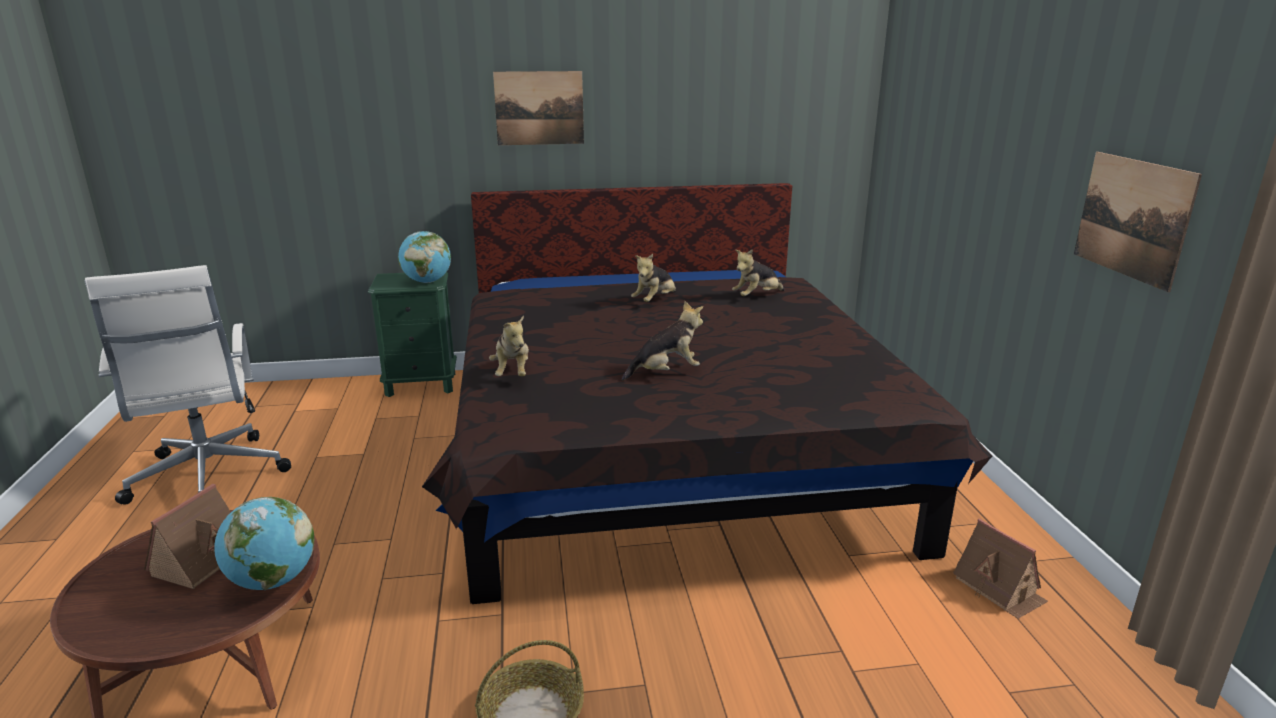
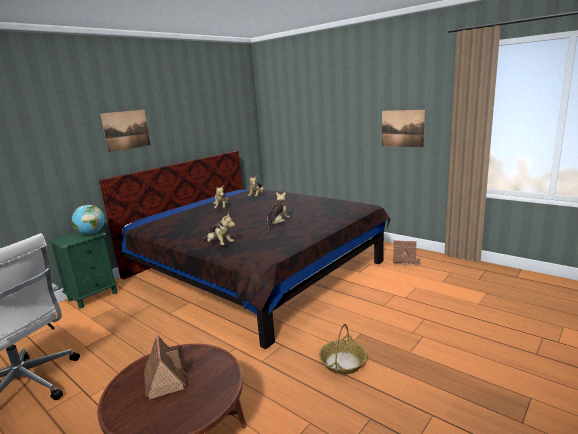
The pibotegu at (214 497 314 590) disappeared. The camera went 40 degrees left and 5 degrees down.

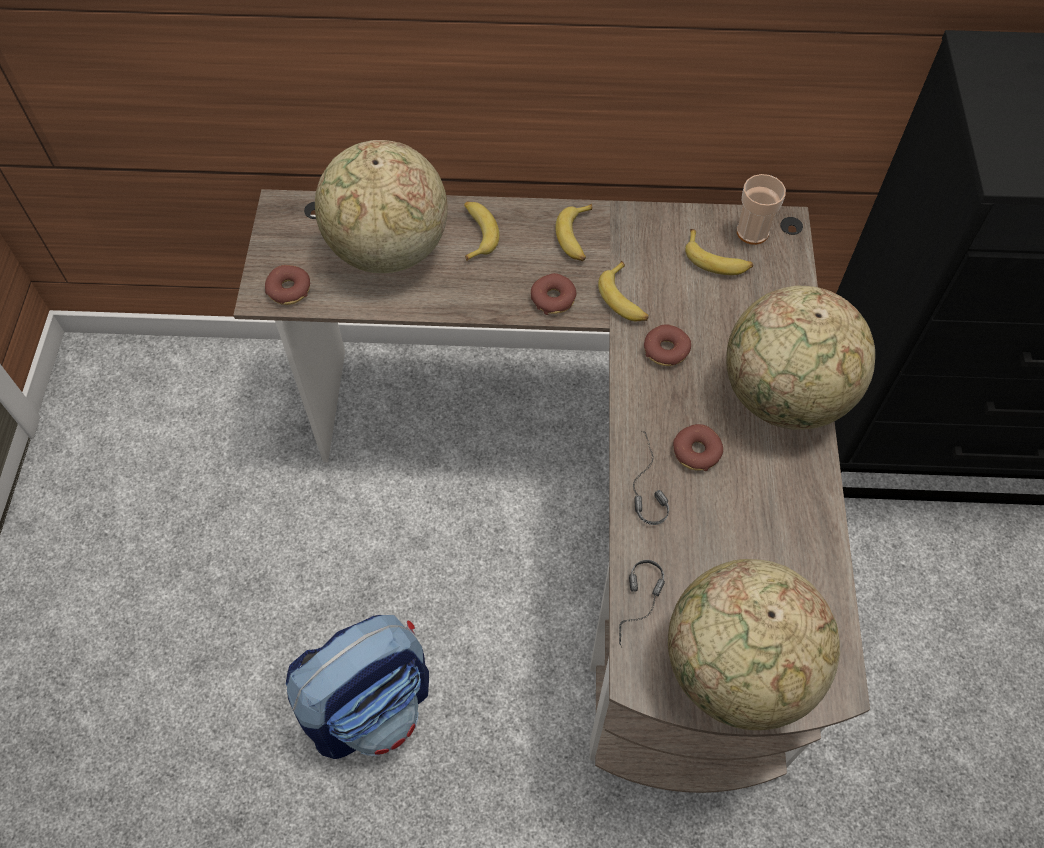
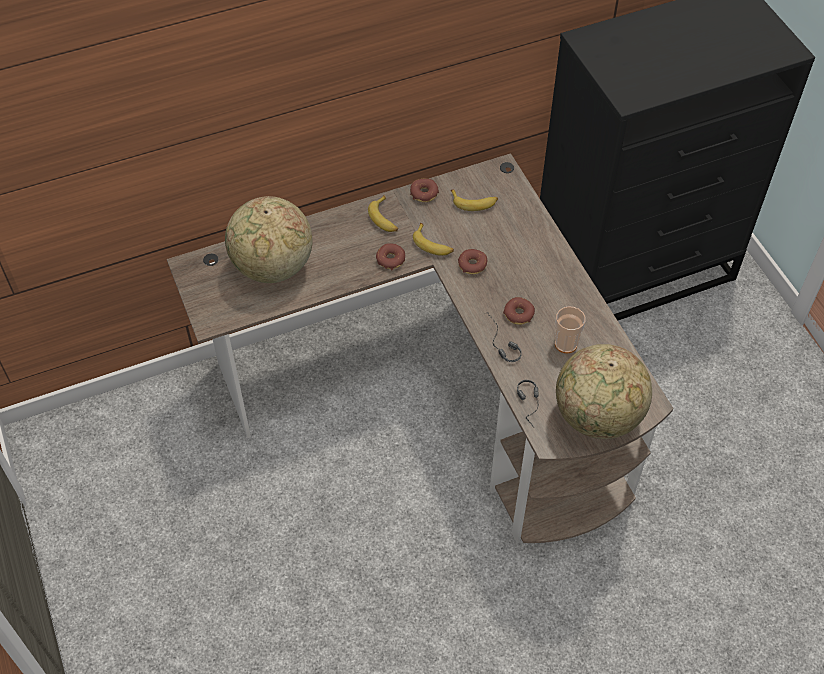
The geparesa at (286 615 429 759) disappeared. The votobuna at (464 201 500 261) disappeared. The pibotegu at (726 286 875 430) disappeared. The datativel moved from (265 265 310 305) to (410 179 439 202). The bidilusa moved from (737 174 786 245) to (555 306 585 353). The camera went 25 degrees left and 5 degrees down.

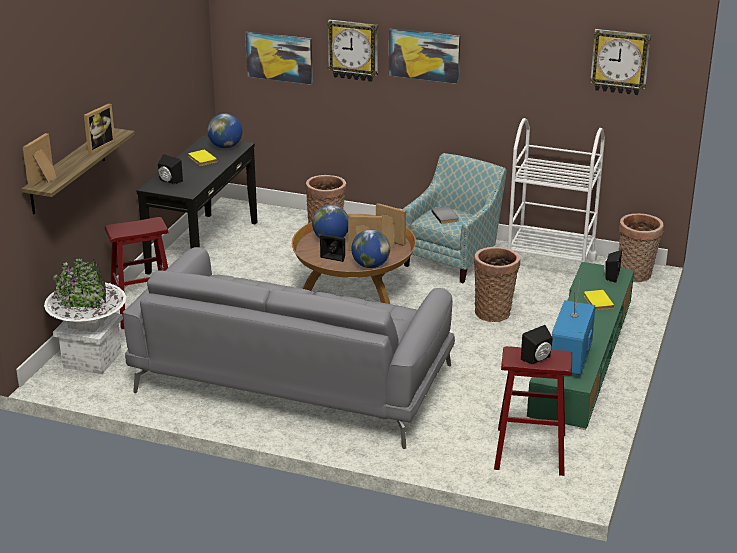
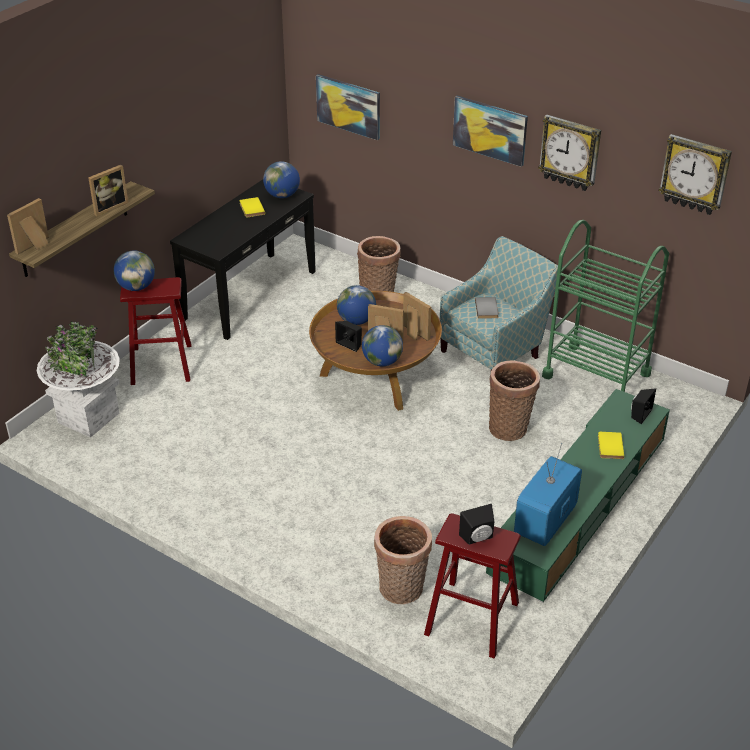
The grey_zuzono at (123 247 455 449) disappeared. The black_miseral at (158 154 183 184) disappeared. The pibotegu at (114 250 155 291) appeared. The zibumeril moved from (327 19 378 82) to (538 115 601 191). The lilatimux moved from (619 213 664 282) to (374 516 432 604). The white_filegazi at (508 118 605 262) became the green_filegazi at (542 220 669 392). The camera went 15 degrees right and 10 degrees up.

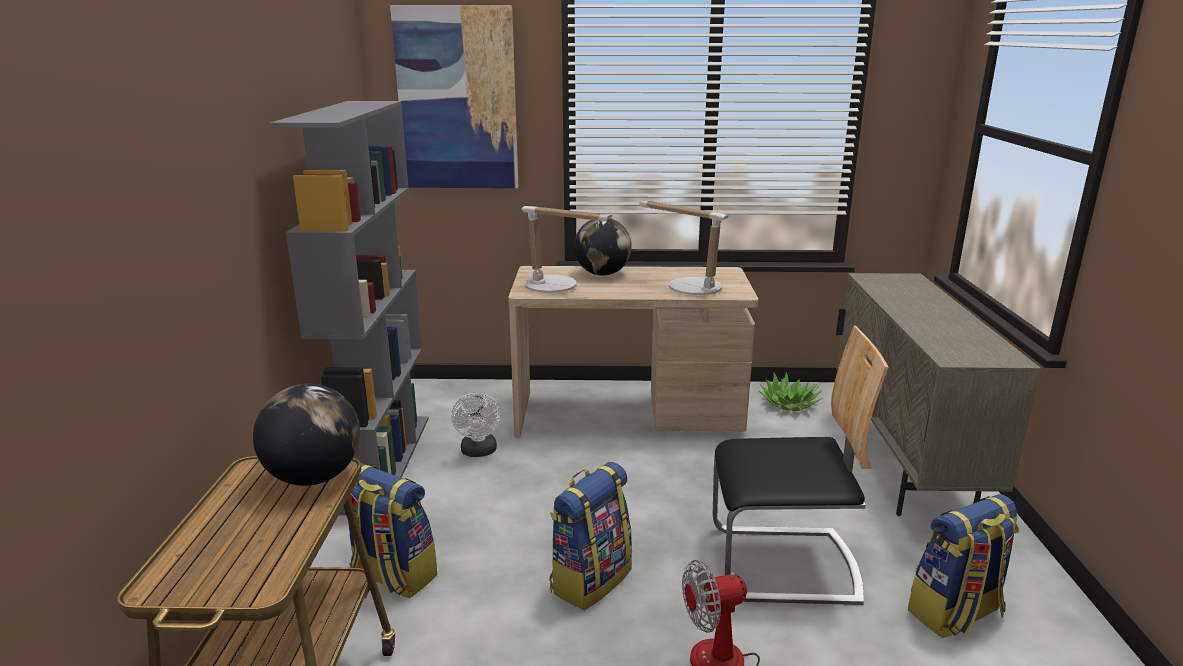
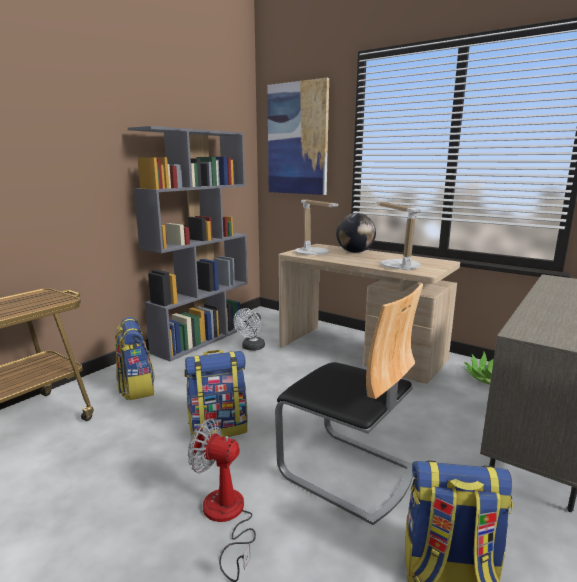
The pibotegu at (253 384 360 486) disappeared. The camera went 35 degrees right and 5 degrees down.

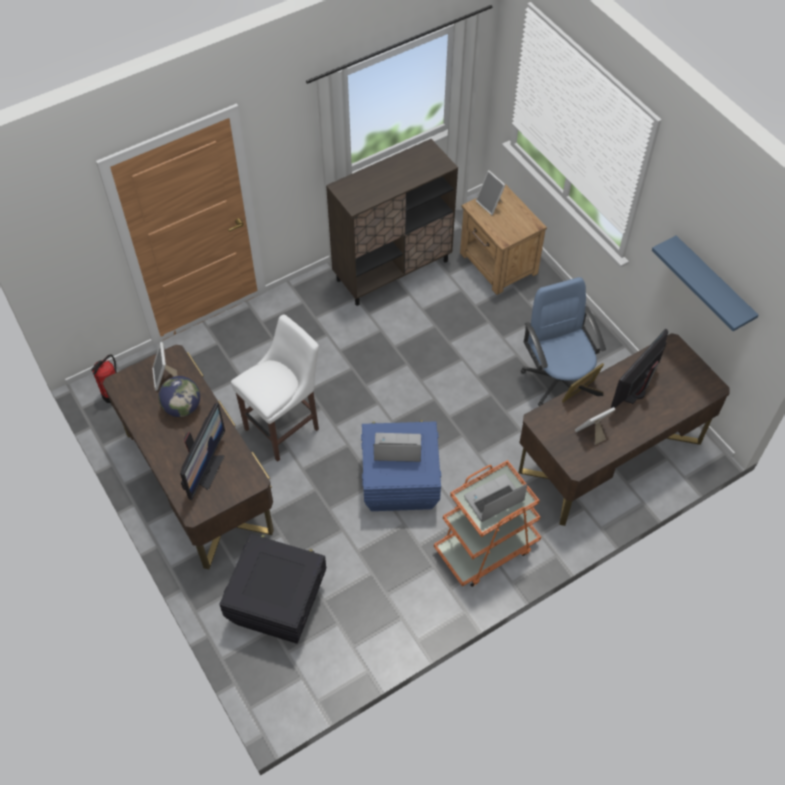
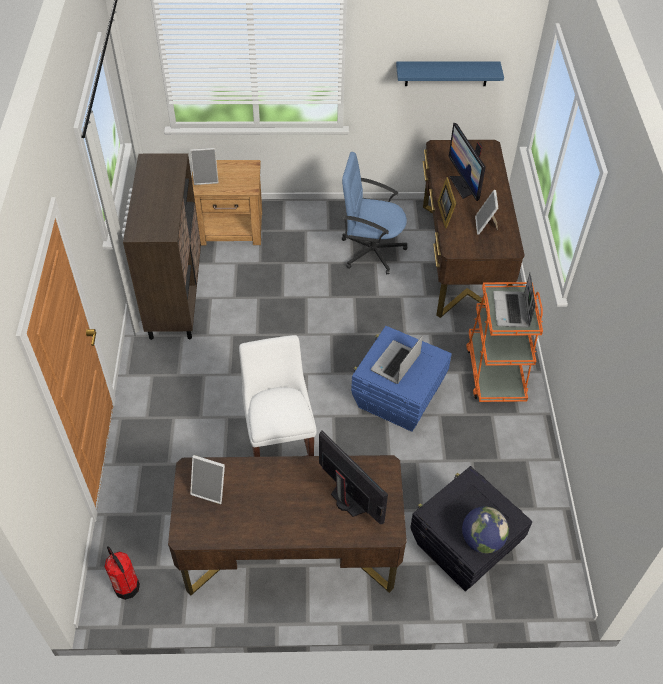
The pibotegu moved from (159 376 200 417) to (462 506 509 553). The camera went 60 degrees left and 5 degrees down.

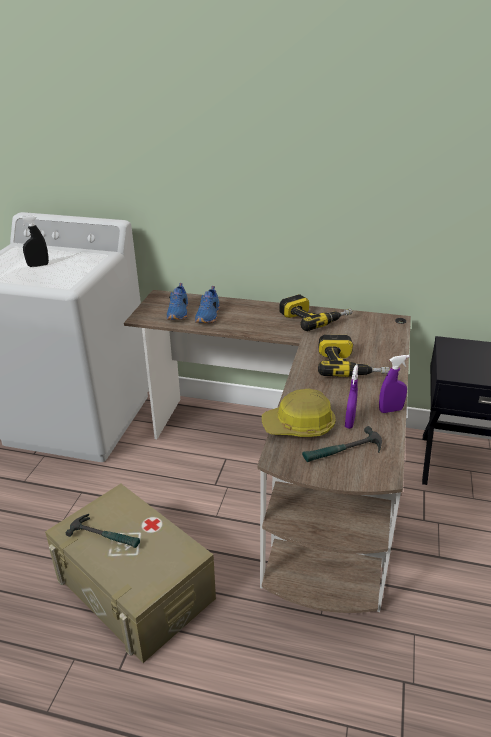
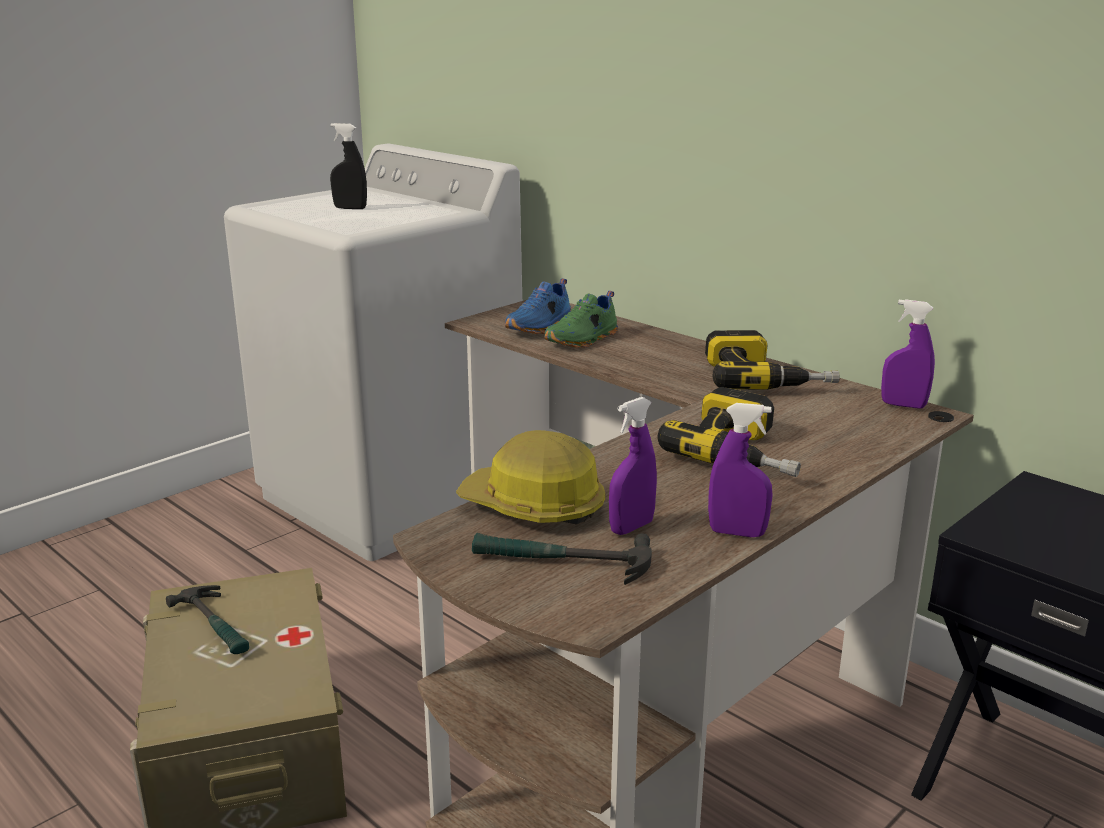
The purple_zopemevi at (881 299 935 409) appeared. The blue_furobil at (195 286 220 323) became the green_furobil at (545 291 618 348). The camera went 30 degrees right and 10 degrees down.

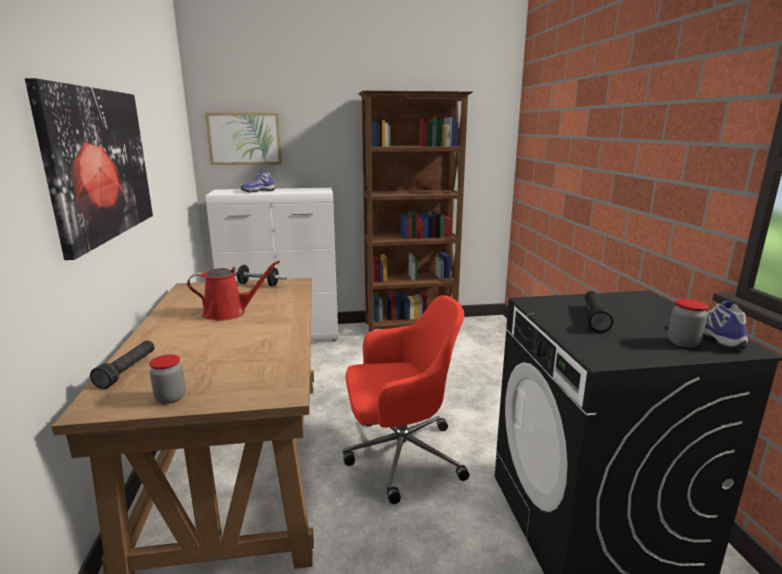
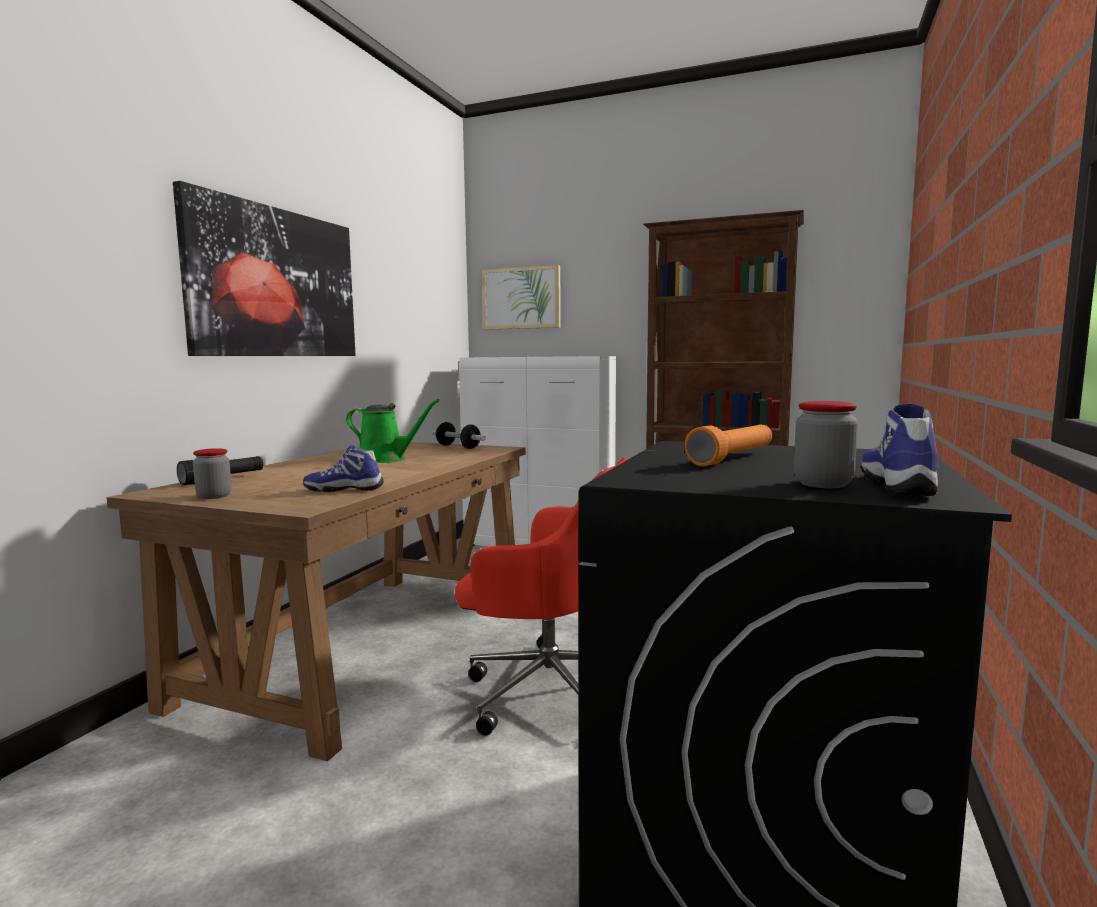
The furobil moved from (241 171 275 192) to (303 445 383 492). The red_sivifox at (187 260 280 321) became the green_sivifox at (346 399 440 463). The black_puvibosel at (585 291 614 332) became the orange_puvibosel at (684 425 772 467). The camera went 30 degrees right and 10 degrees down.

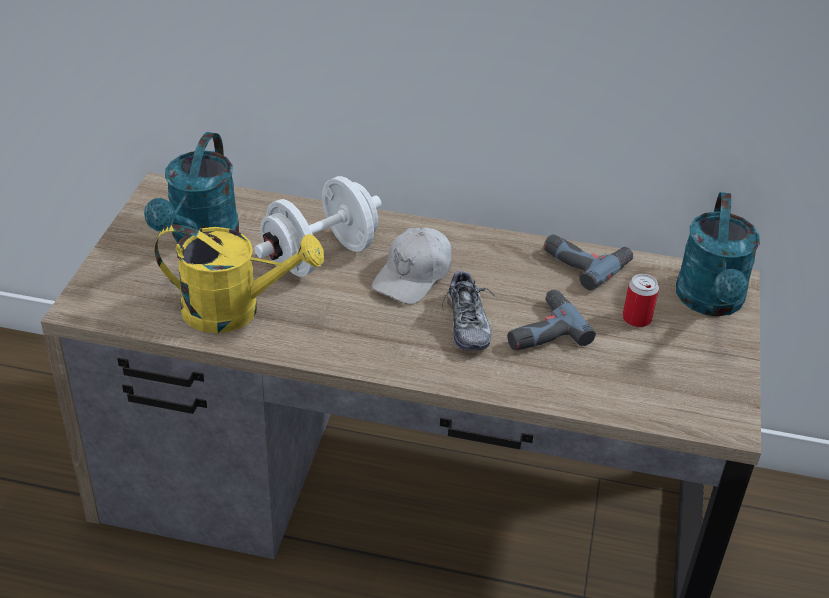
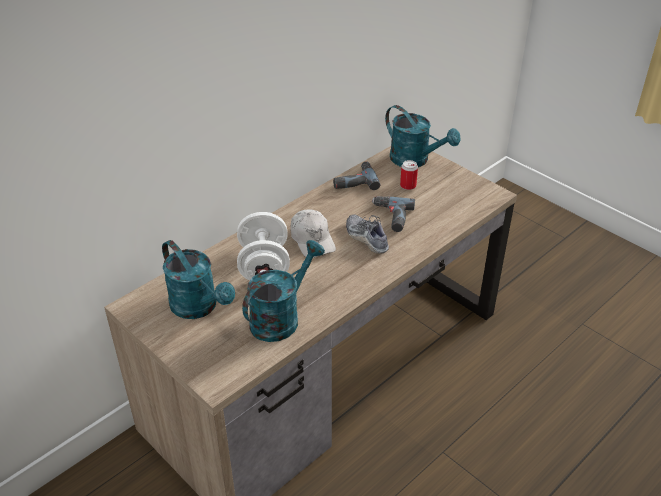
The yellow_sivifox at (154 225 324 333) became the turquoise_sivifox at (242 240 325 342). The furobil at (442 265 497 351) turned 150 degrees counterclockwise. The camera went 55 degrees left and 0 degrees up.

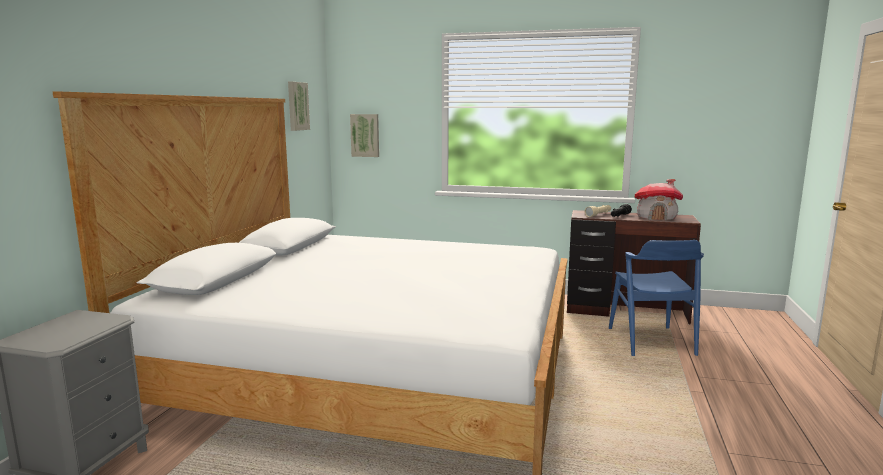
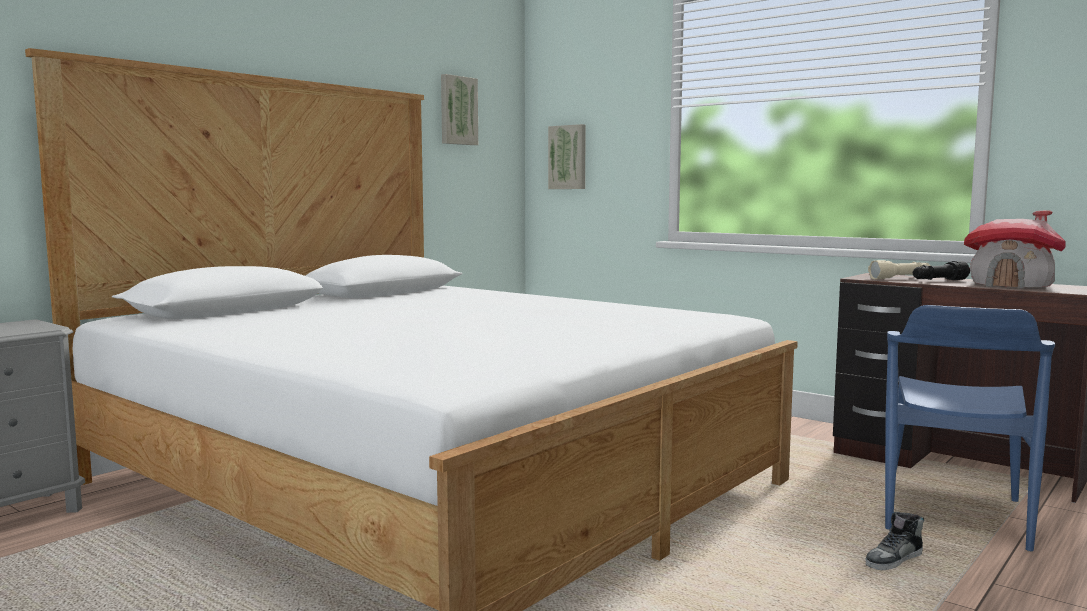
The furobil at (866 512 924 570) appeared. The camera went 25 degrees right and 5 degrees down.

